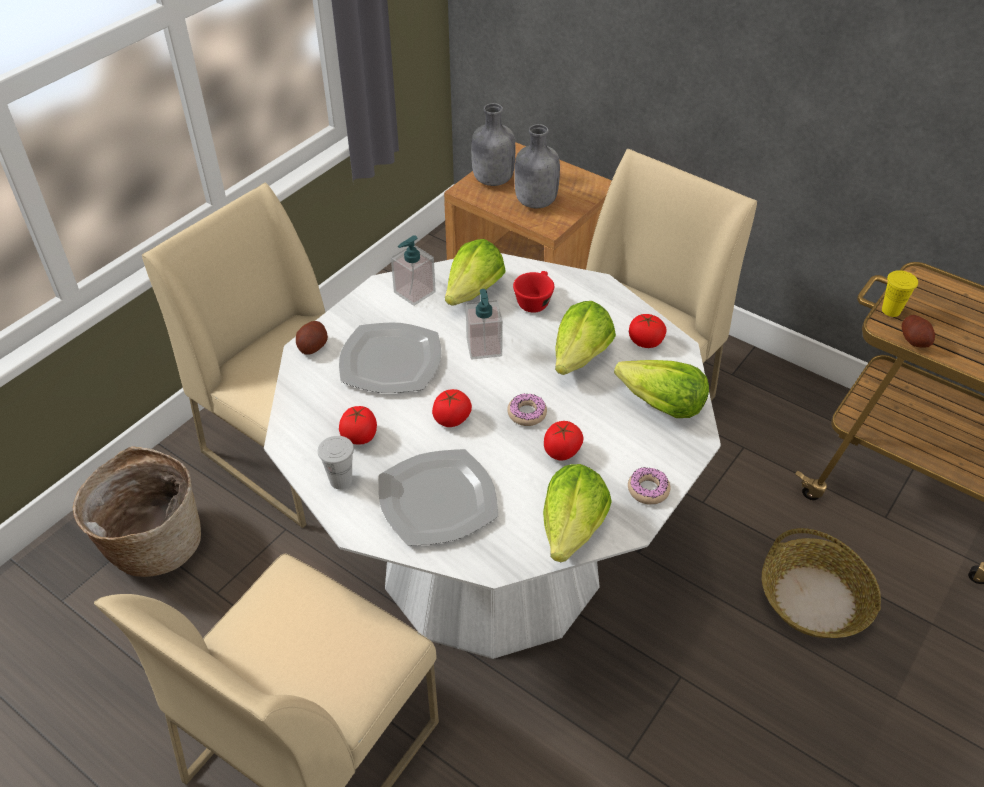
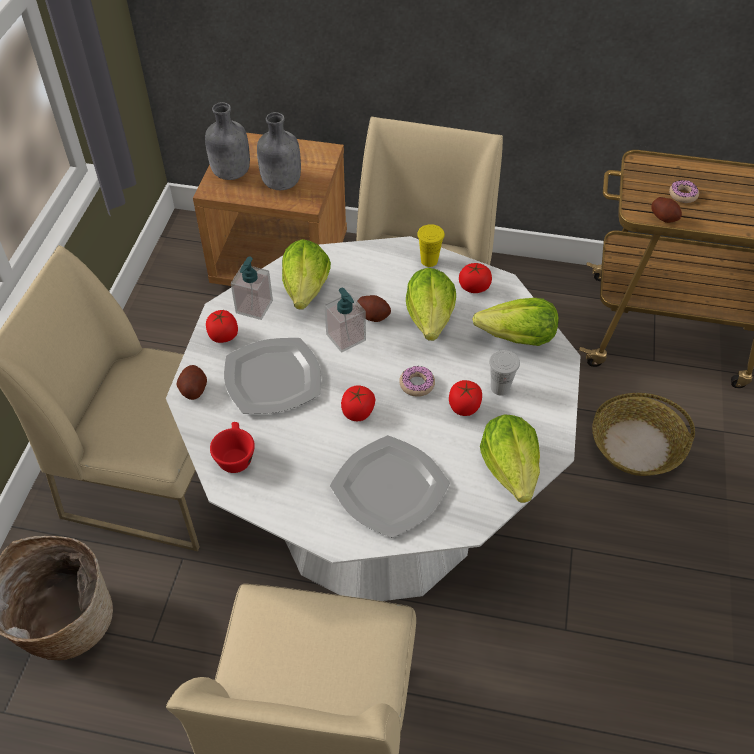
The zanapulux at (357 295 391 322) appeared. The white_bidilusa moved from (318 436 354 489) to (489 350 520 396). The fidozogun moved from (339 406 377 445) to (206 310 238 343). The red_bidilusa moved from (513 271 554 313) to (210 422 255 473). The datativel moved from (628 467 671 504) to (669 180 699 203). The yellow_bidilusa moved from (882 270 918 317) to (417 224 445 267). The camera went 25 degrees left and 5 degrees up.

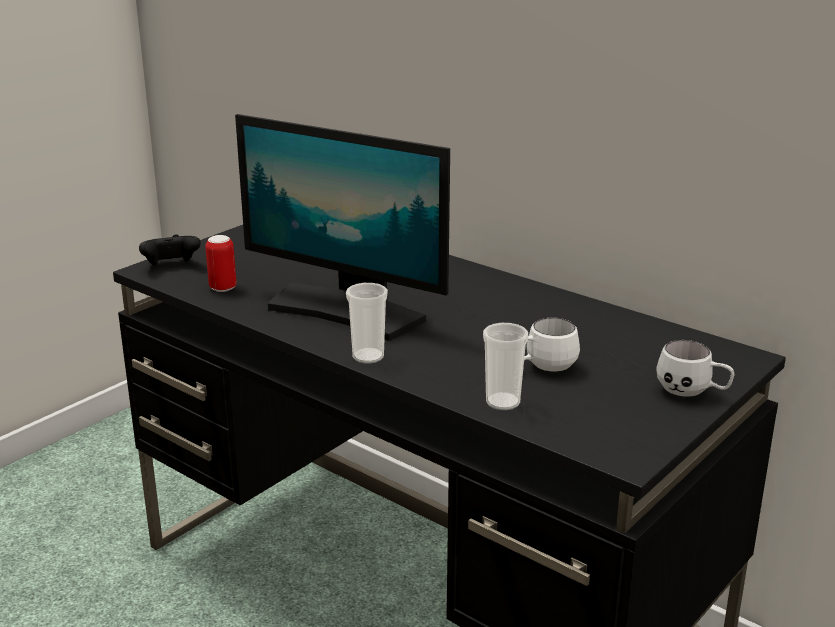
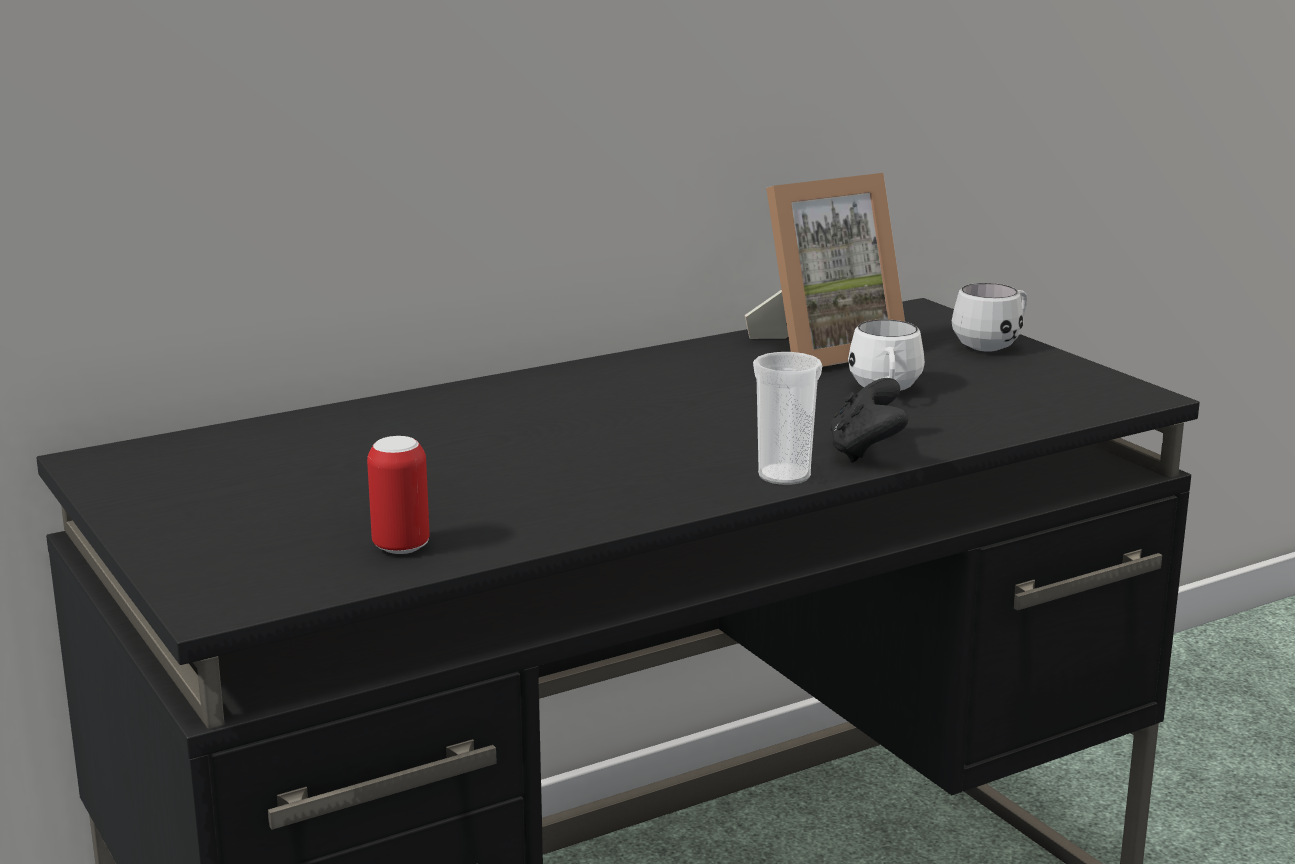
The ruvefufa at (235 114 450 341) disappeared. The bidilusa at (483 323 528 410) disappeared. The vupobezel at (745 173 905 367) appeared. The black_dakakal moved from (139 235 201 265) to (830 378 909 463). The camera went 70 degrees left and 5 degrees down.

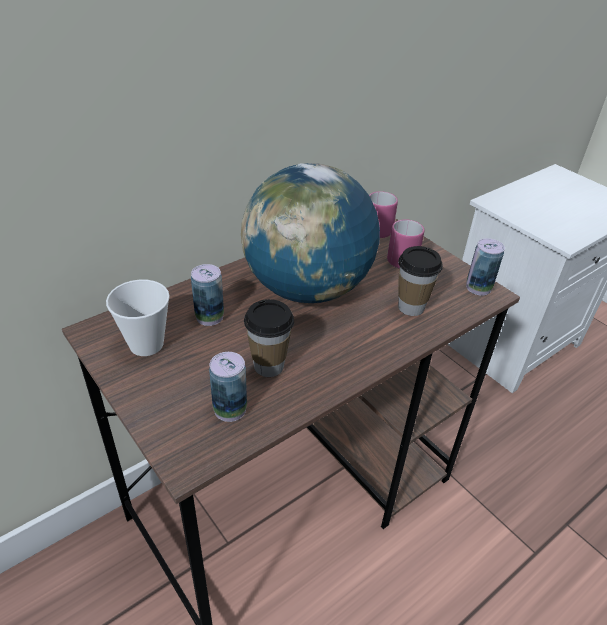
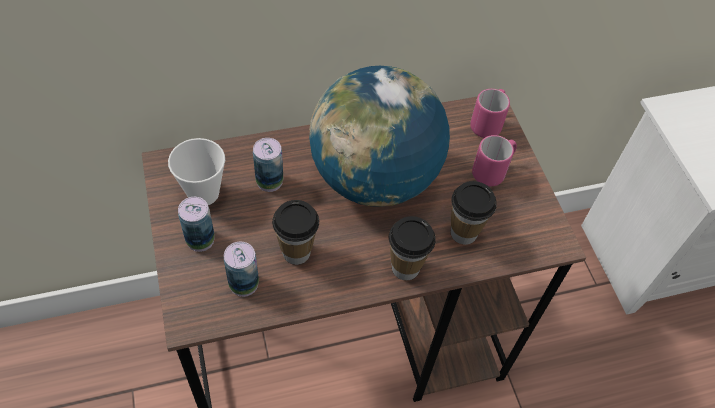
The bidilusa at (389 216 436 280) appeared. The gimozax moved from (466 238 505 296) to (178 197 215 252). The camera went 20 degrees right and 15 degrees up.

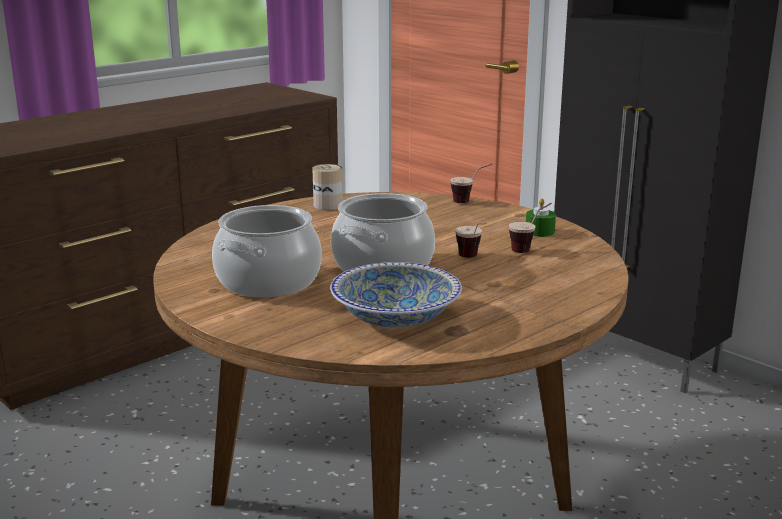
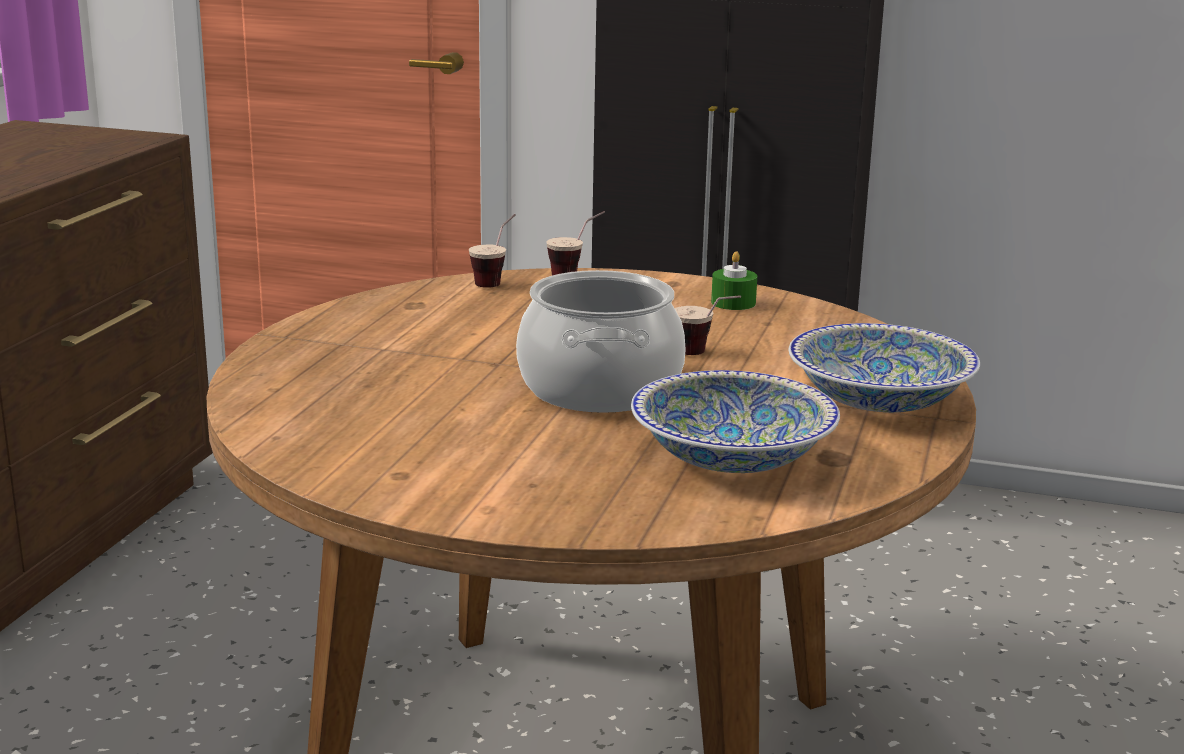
The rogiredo at (212 205 321 297) disappeared. The gimozax at (312 164 343 210) disappeared. The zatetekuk at (789 323 980 412) appeared. The bidilusa moved from (509 203 552 253) to (469 214 515 288). The camera went 30 degrees left and 0 degrees up.

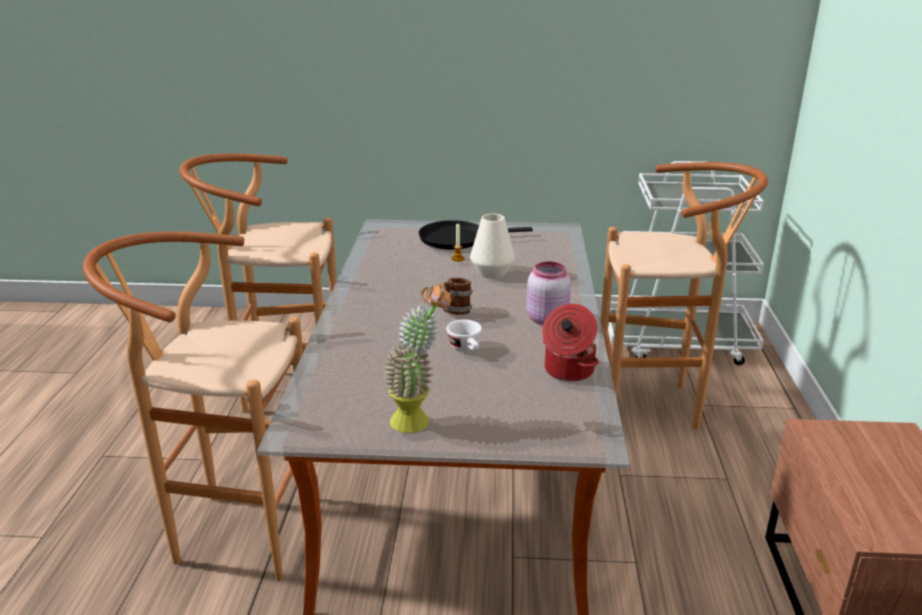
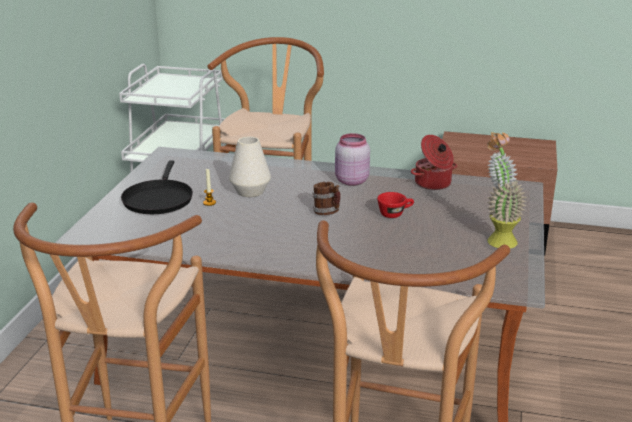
The white_bidilusa at (446 320 482 352) became the red_bidilusa at (377 192 414 218). The camera went 80 degrees left and 0 degrees up.

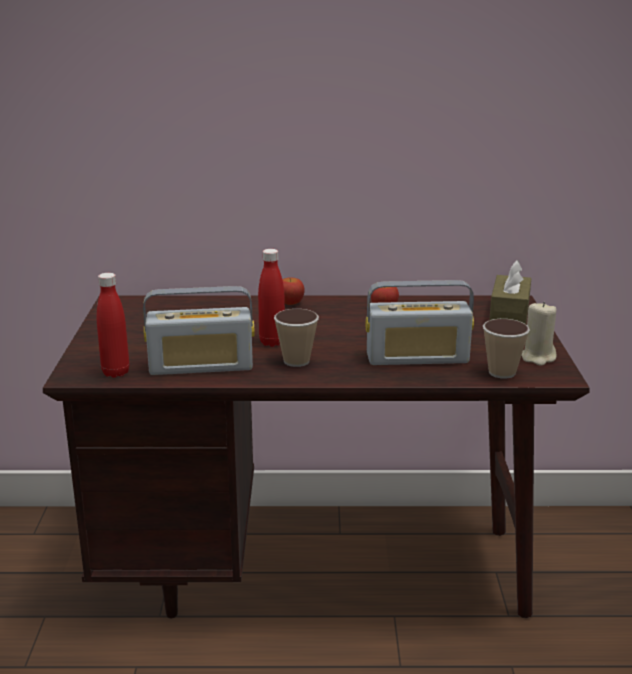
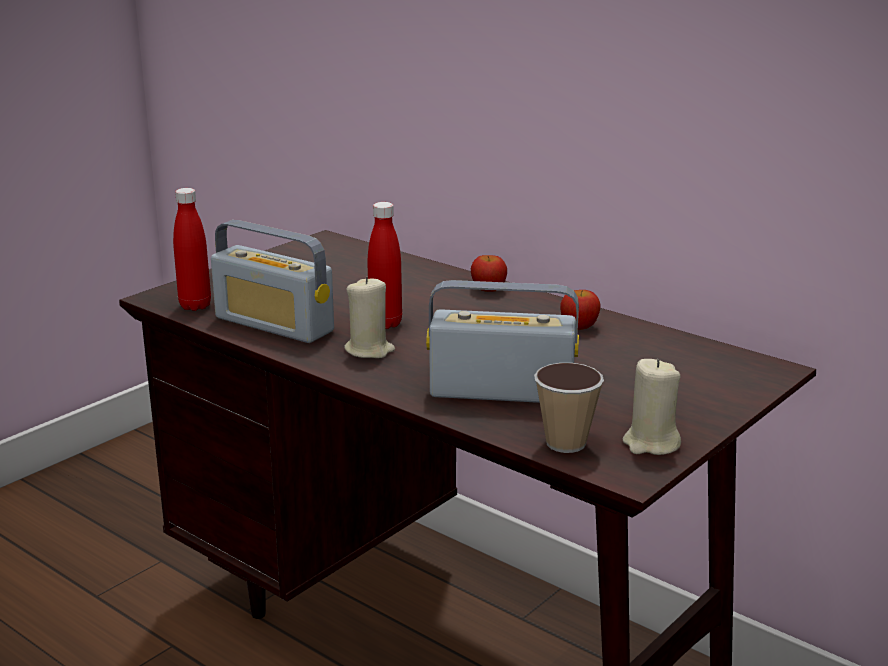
The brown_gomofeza at (489 260 531 324) disappeared. The bidilusa at (274 309 319 367) was replaced by the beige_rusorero at (344 277 395 358). The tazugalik at (366 280 474 365) turned 150 degrees clockwise. The camera went 40 degrees right and 0 degrees up.

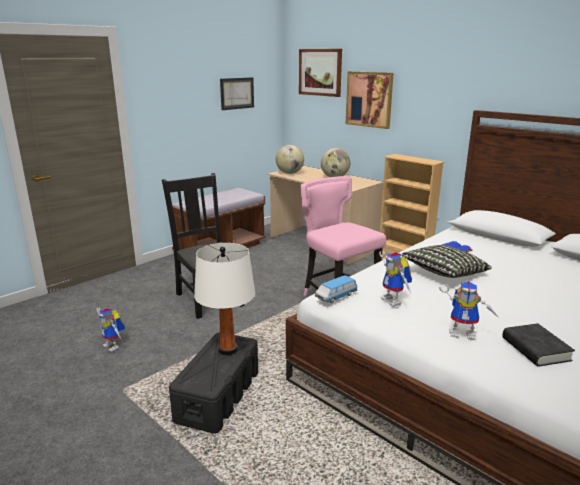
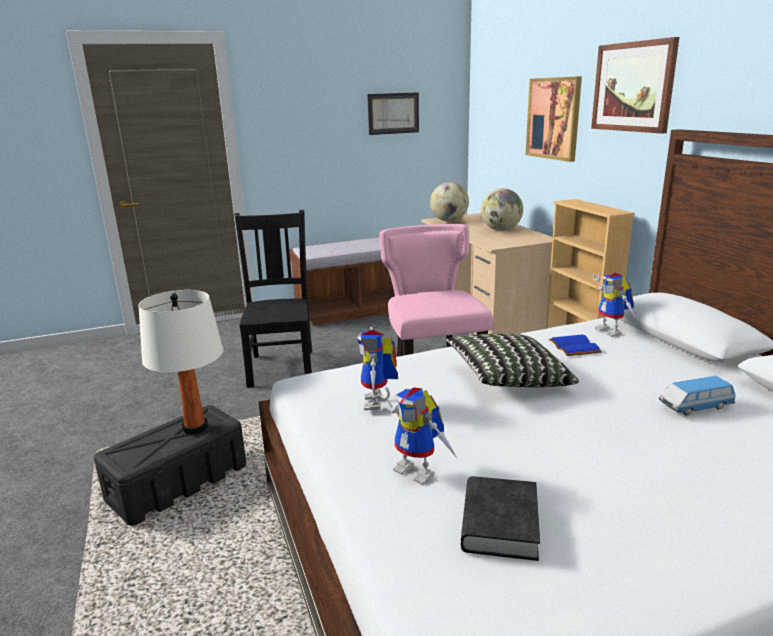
The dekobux moved from (96 308 125 352) to (593 273 636 337). The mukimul moved from (299 49 342 97) to (591 37 679 134). The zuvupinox moved from (315 275 357 303) to (659 376 736 415). The camera went 25 degrees right and 0 degrees up.

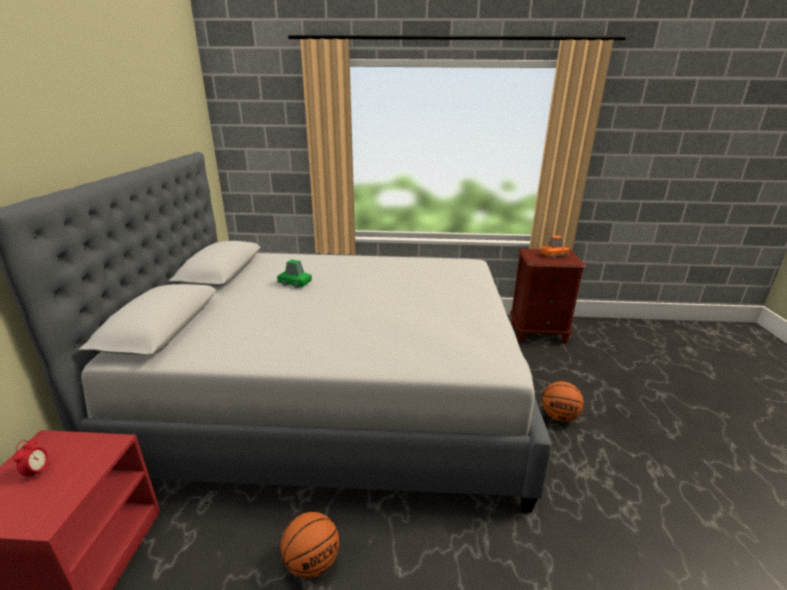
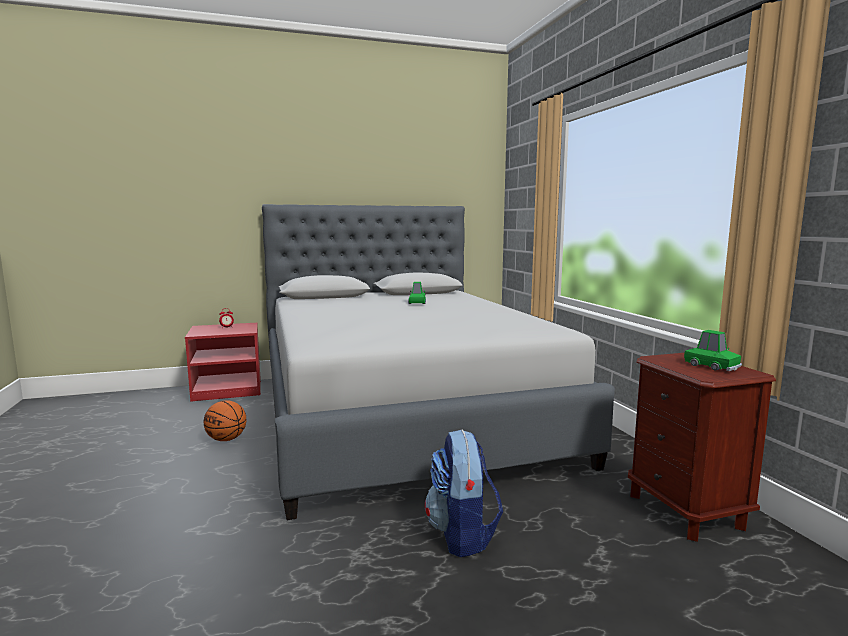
The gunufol at (542 381 584 422) was replaced by the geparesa at (425 429 503 557). The orange_zuvupinox at (541 235 570 258) became the green_zuvupinox at (684 330 742 371). The camera went 70 degrees right and 15 degrees down.

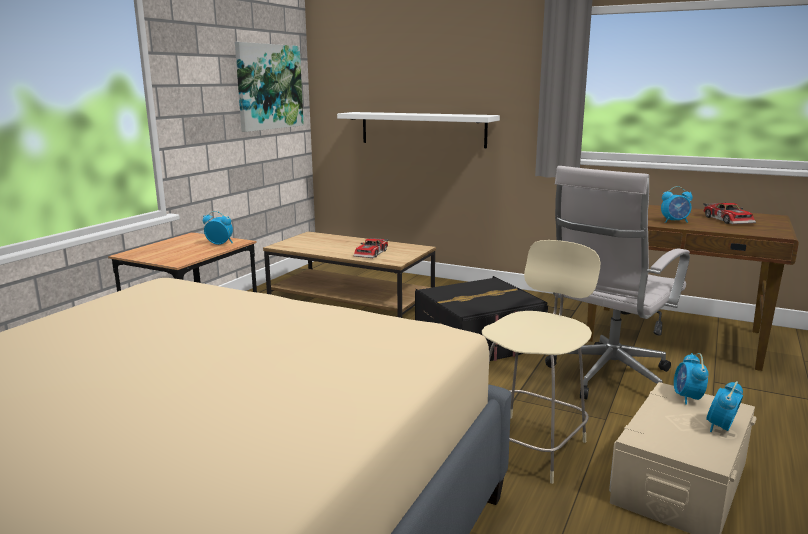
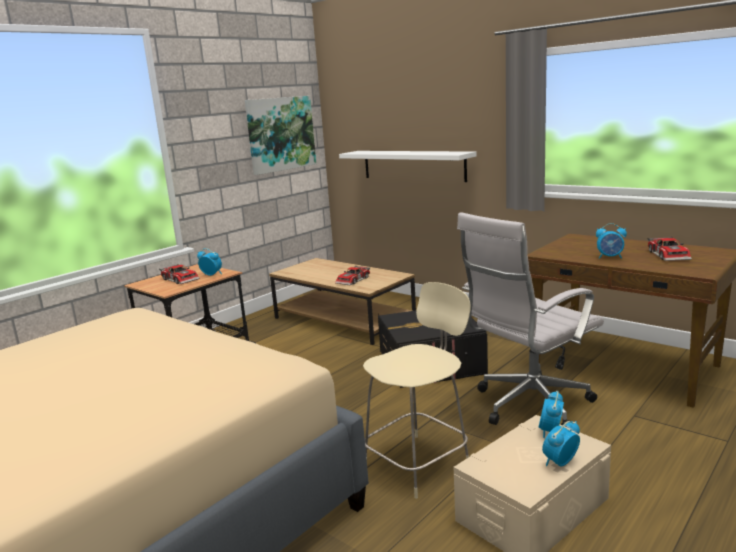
The zuvupinox at (159 264 200 284) appeared. The camera went 15 degrees right and 0 degrees up.

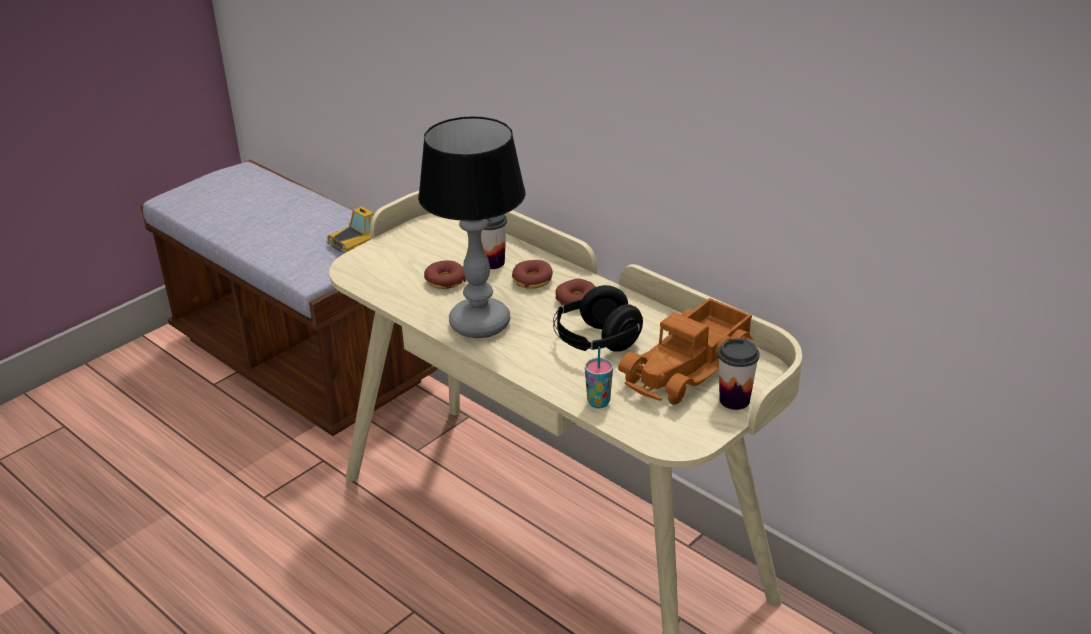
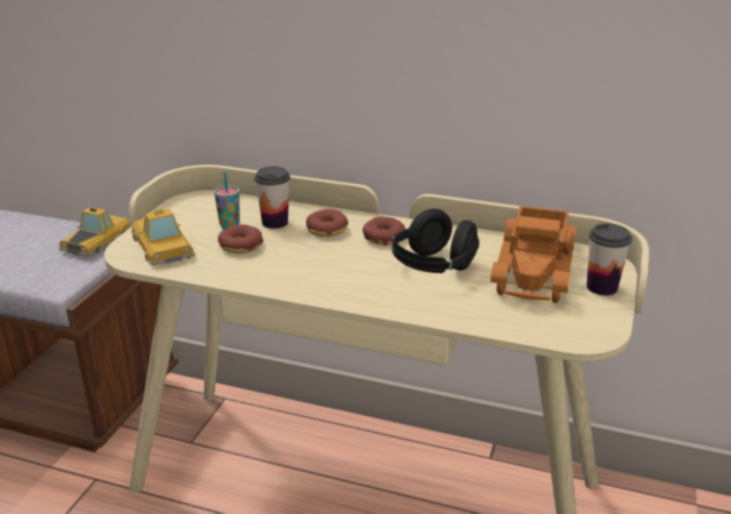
The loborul at (418 116 526 338) disappeared. The zuvupinox at (131 209 195 265) appeared. The bidilusa moved from (585 347 613 408) to (214 172 240 229). The camera went 25 degrees left and 5 degrees down.

